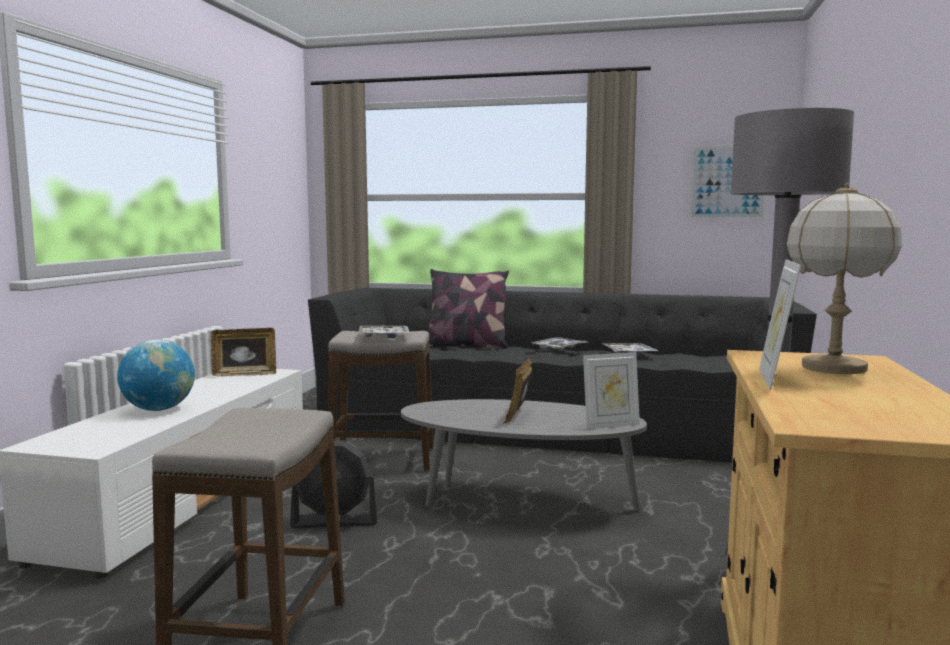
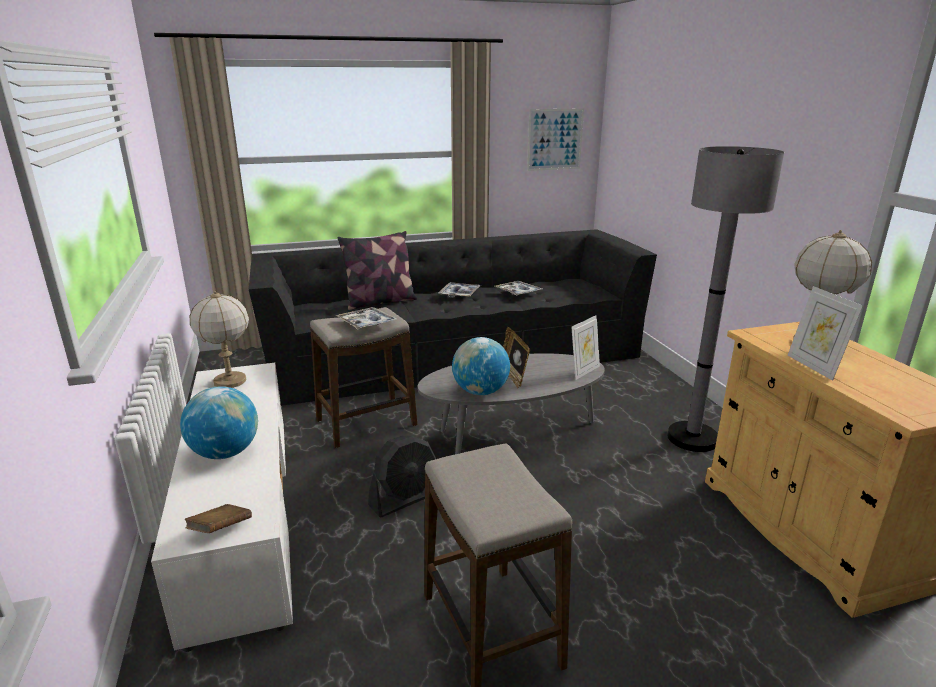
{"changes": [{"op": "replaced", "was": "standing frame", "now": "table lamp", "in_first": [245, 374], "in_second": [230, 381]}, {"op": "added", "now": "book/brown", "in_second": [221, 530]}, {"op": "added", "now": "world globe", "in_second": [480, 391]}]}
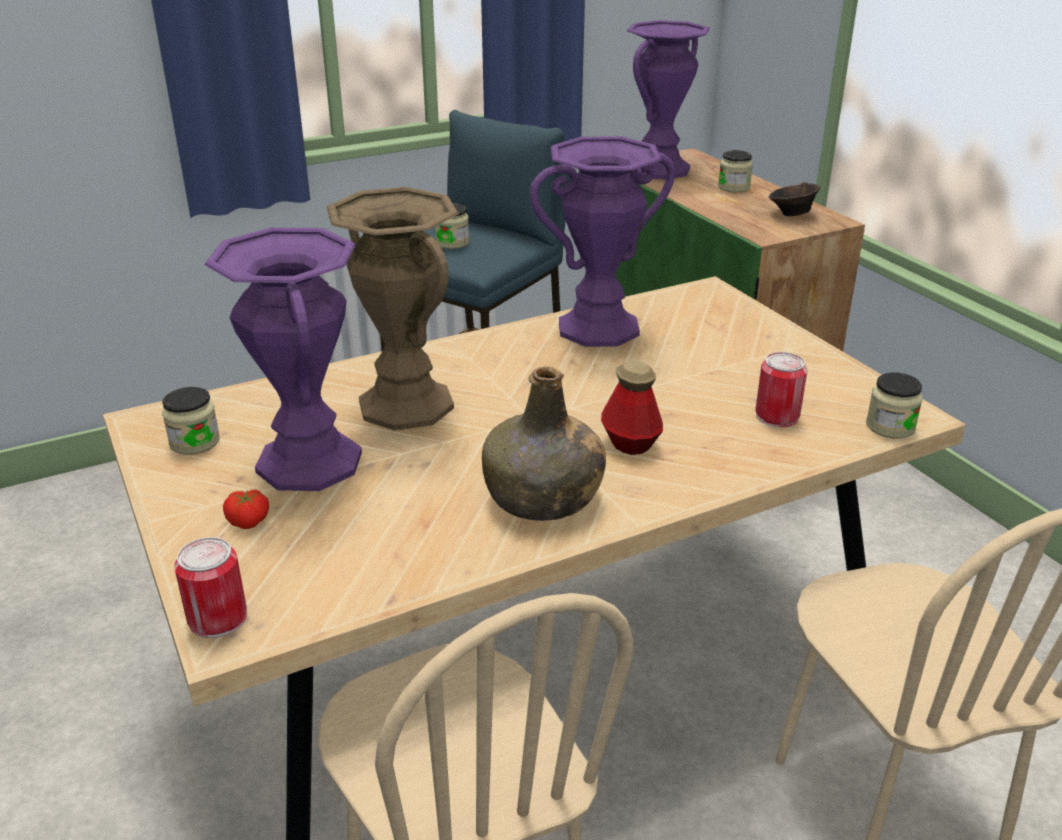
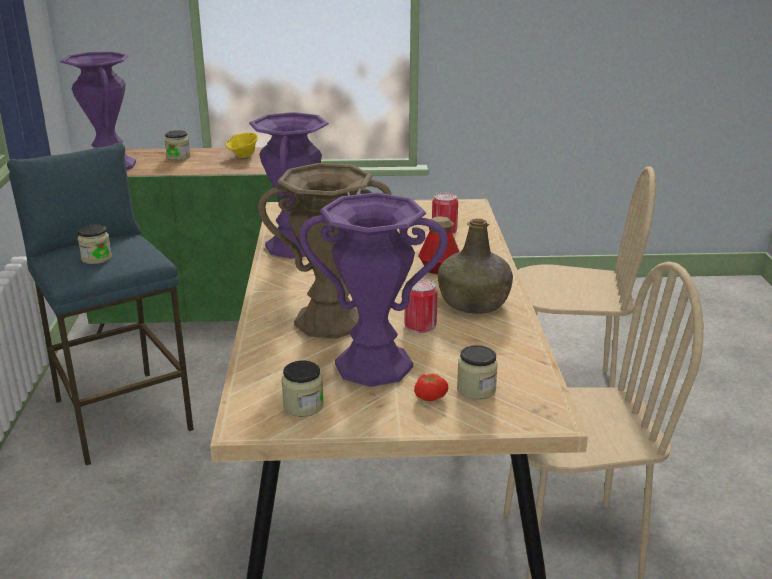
{"changes": [{"op": "moved", "was": "sealed can", "in_first": [217, 618], "in_second": [420, 325]}, {"op": "recoloured", "was": "bowl/brown", "now": "bowl/yellowish", "in_first": [791, 214], "in_second": [243, 156]}, {"op": "moved", "was": "preserve jar", "in_first": [890, 426], "in_second": [476, 389]}]}
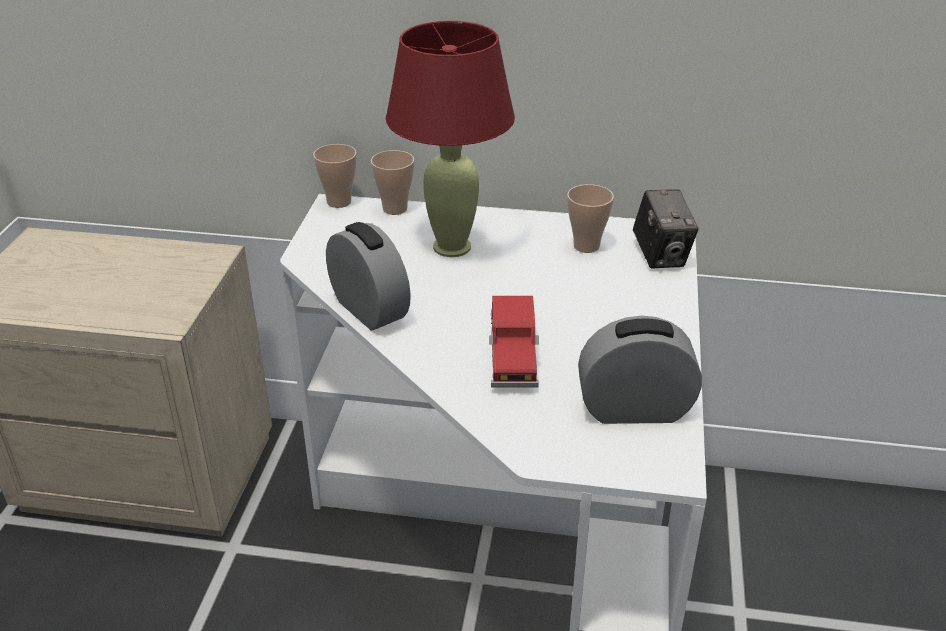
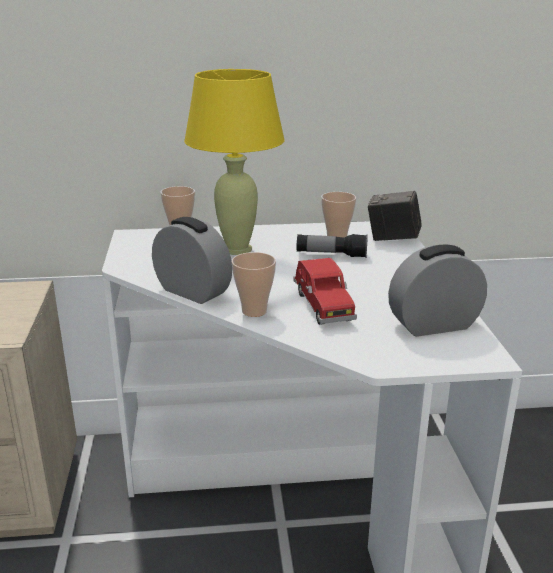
{"changes": [{"op": "moved", "was": "cup", "in_first": [339, 202], "in_second": [254, 311]}, {"op": "recoloured", "was": "table lamp/red-coloured", "now": "table lamp/yellowish", "in_first": [452, 247], "in_second": [237, 249]}, {"op": "turned", "was": "still camera", "in_first": [661, 256], "in_second": [393, 239], "clockwise": 135}, {"op": "added", "now": "hand torch", "in_second": [331, 255]}]}
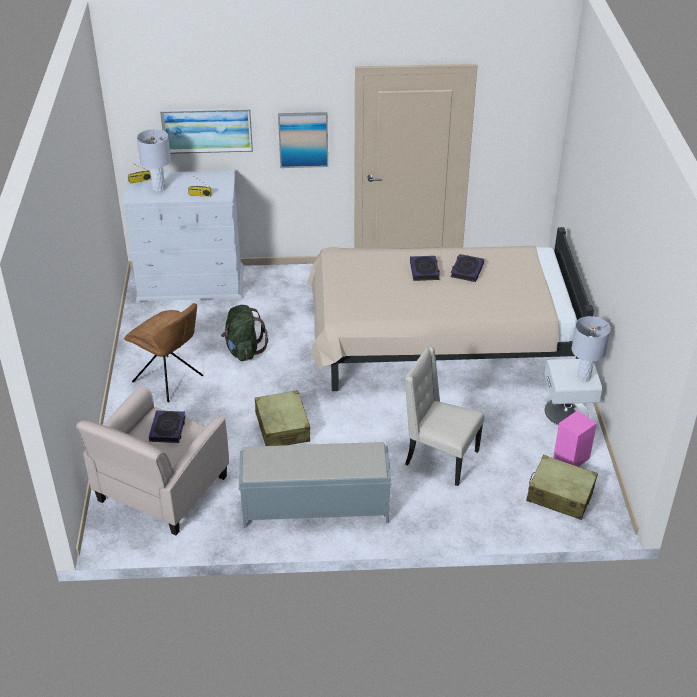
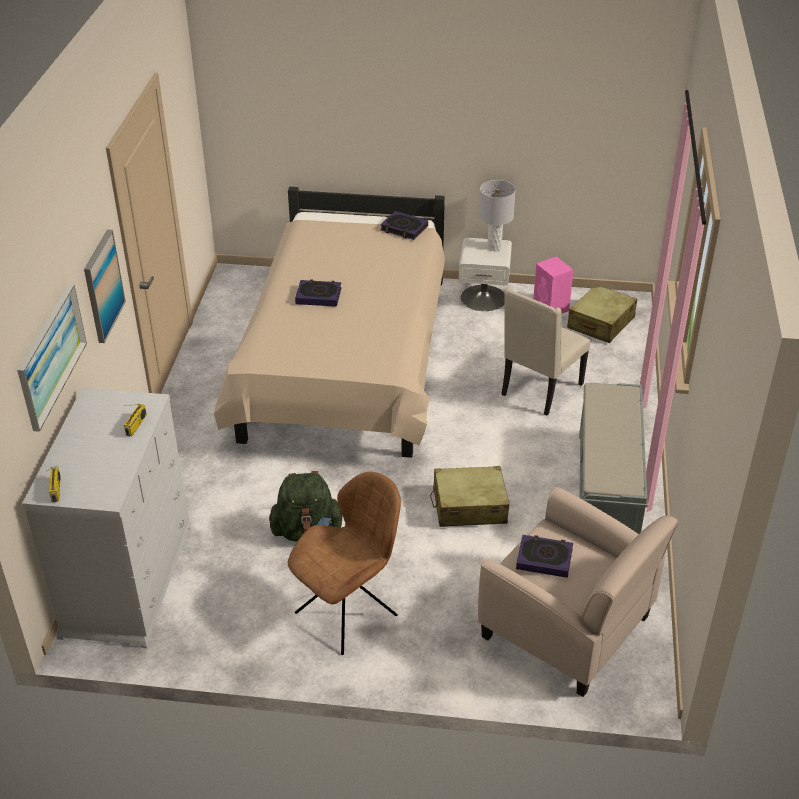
{"changes": [{"op": "removed", "was": "table lamp/gray", "in_first": [159, 188]}, {"op": "moved", "was": "book", "in_first": [467, 270], "in_second": [404, 228]}]}
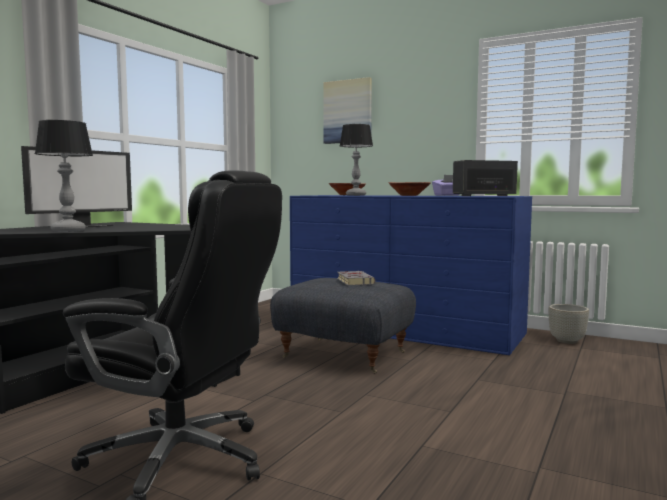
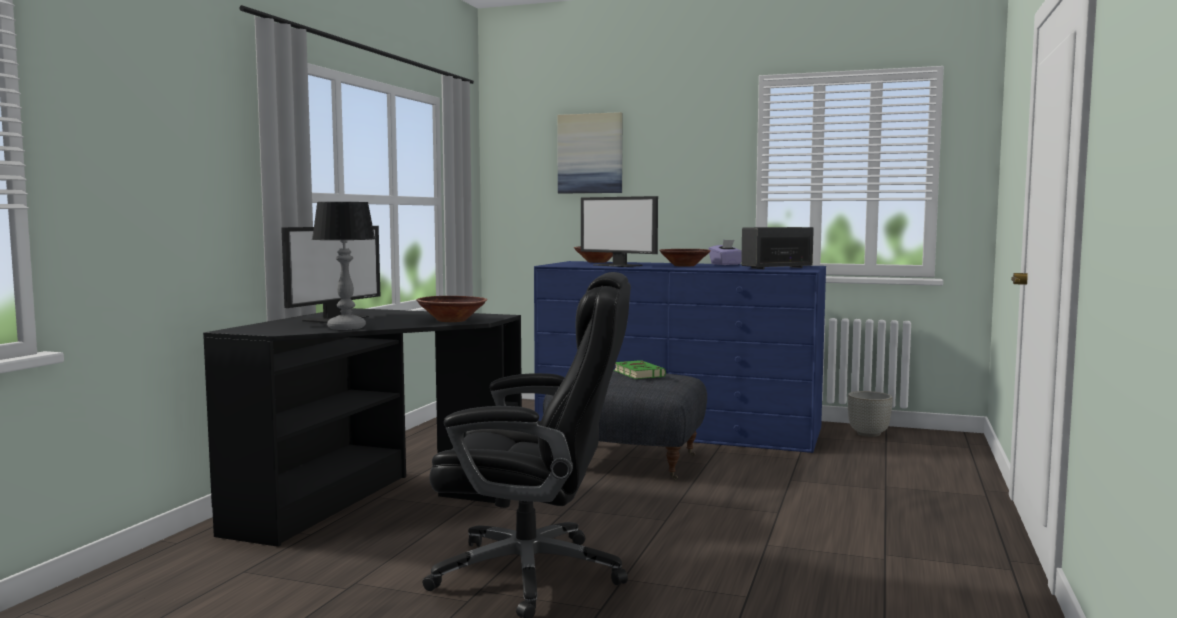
{"changes": [{"op": "recoloured", "was": "book/gray", "now": "book/green", "in_first": [354, 281], "in_second": [637, 373]}, {"op": "replaced", "was": "table lamp", "now": "computer screen", "in_first": [356, 195], "in_second": [618, 265]}, {"op": "added", "now": "bowl/brown", "in_second": [451, 320]}]}
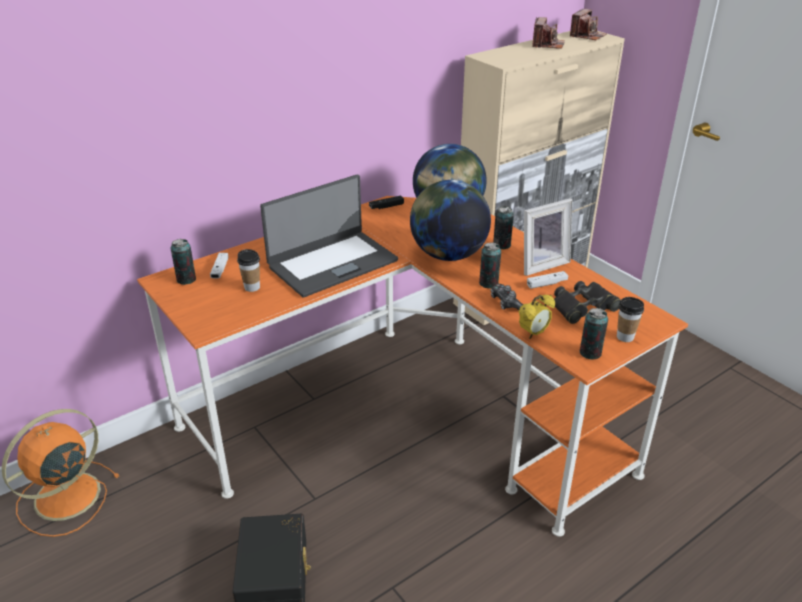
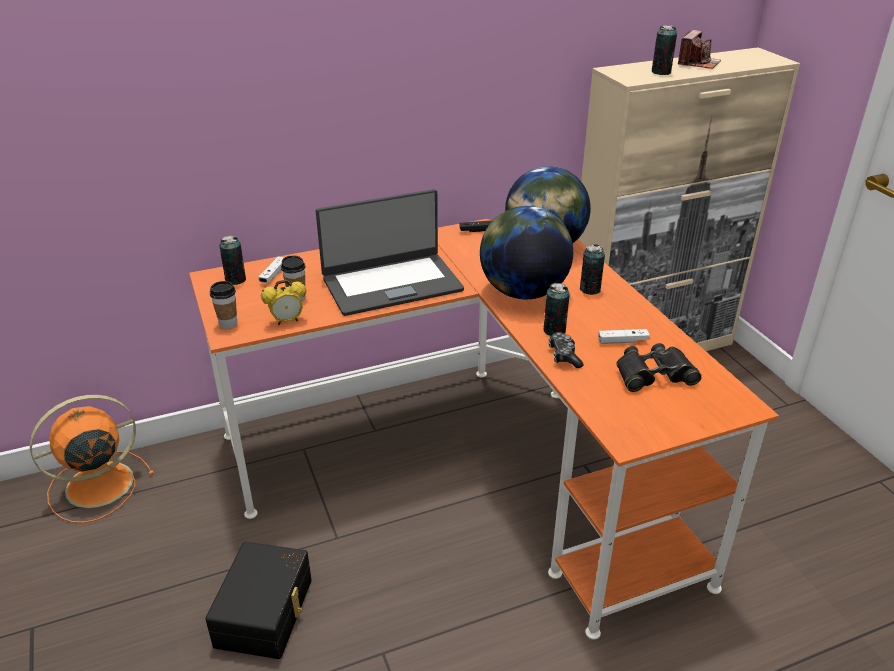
{"changes": [{"op": "moved", "was": "bedside clock", "in_first": [533, 333], "in_second": [287, 321]}, {"op": "removed", "was": "standing frame", "in_first": [541, 263]}, {"op": "removed", "was": "still camera", "in_first": [587, 36]}, {"op": "moved", "was": "sealed can", "in_first": [590, 353], "in_second": [661, 72]}, {"op": "moved", "was": "cup", "in_first": [625, 337], "in_second": [228, 324]}]}
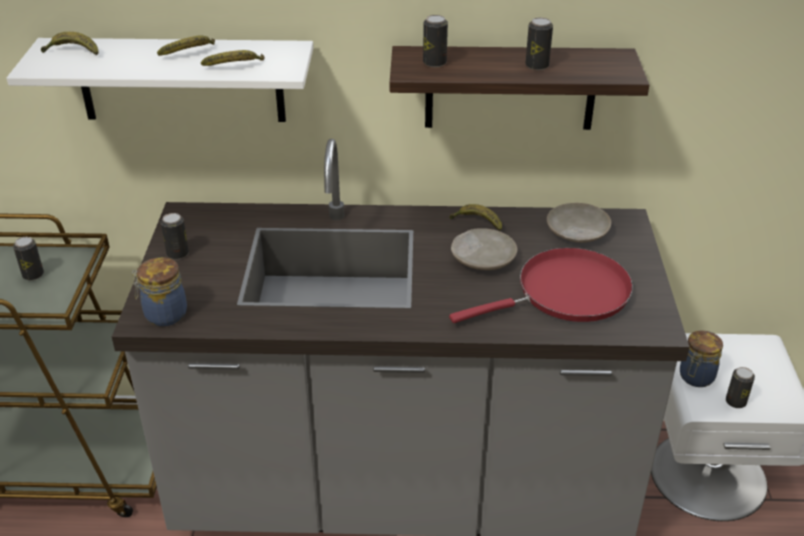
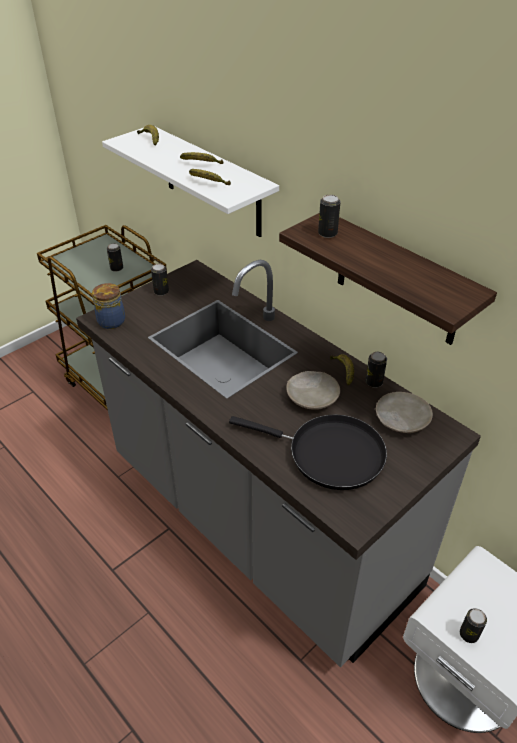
{"changes": [{"op": "recoloured", "was": "pan/red-coloured", "now": "pan/black", "in_first": [566, 294], "in_second": [329, 454]}, {"op": "moved", "was": "sealed can", "in_first": [537, 66], "in_second": [373, 382]}, {"op": "removed", "was": "preserve jar", "in_first": [695, 377]}]}
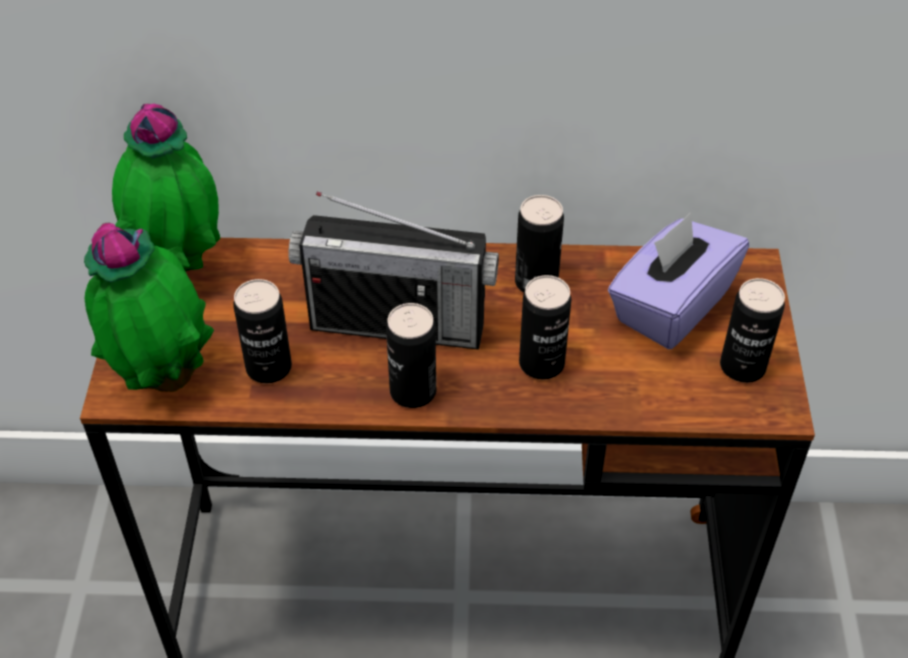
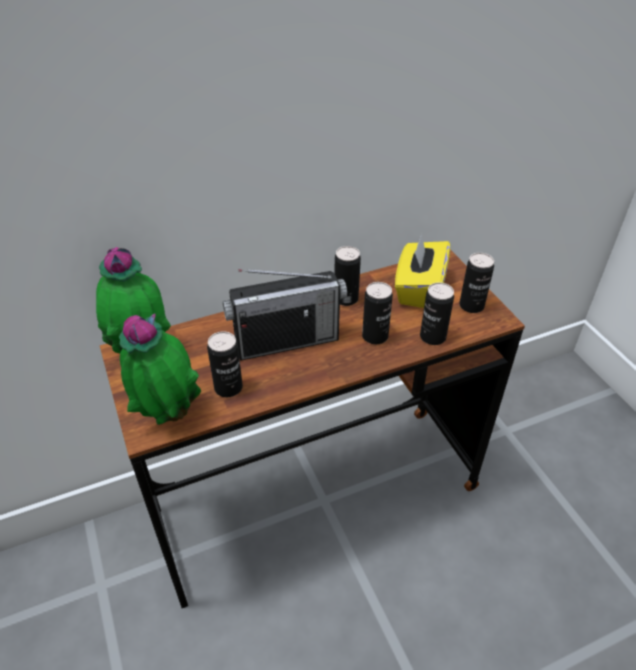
{"changes": [{"op": "moved", "was": "sealed can", "in_first": [413, 391], "in_second": [432, 337]}, {"op": "recoloured", "was": "tissue holder/purple", "now": "tissue holder/yellowish", "in_first": [670, 306], "in_second": [419, 289]}]}
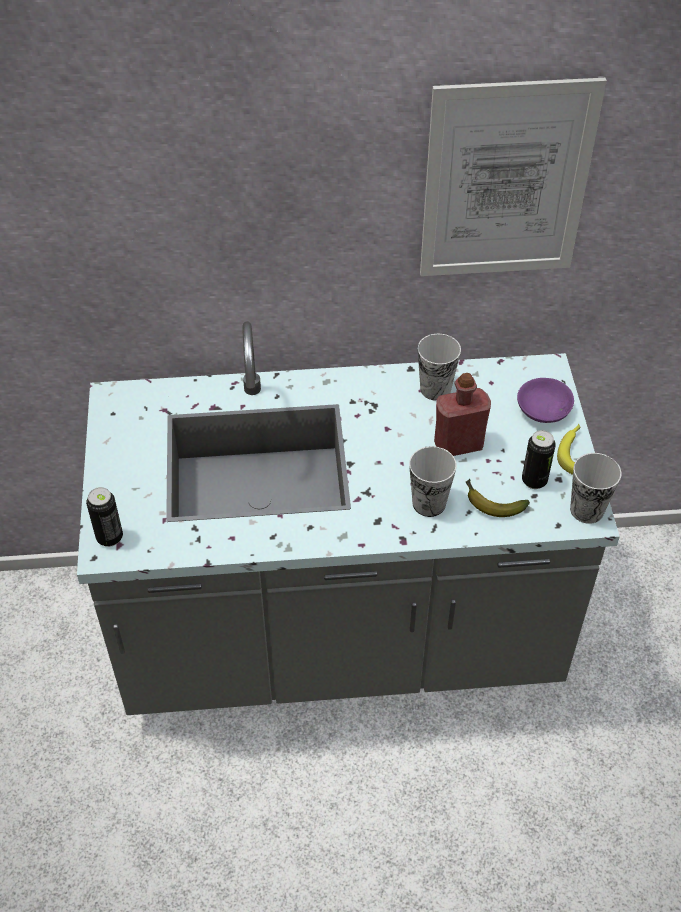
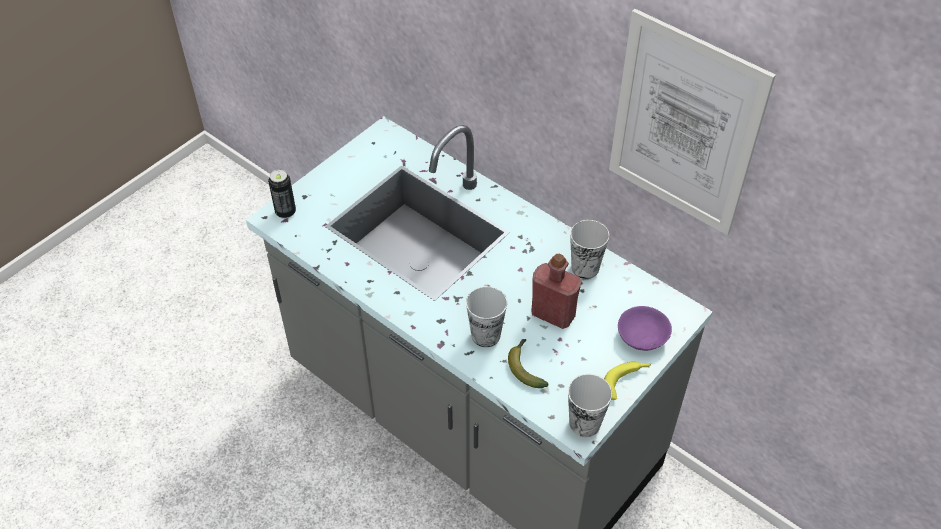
{"changes": [{"op": "removed", "was": "sealed can", "in_first": [534, 480]}]}
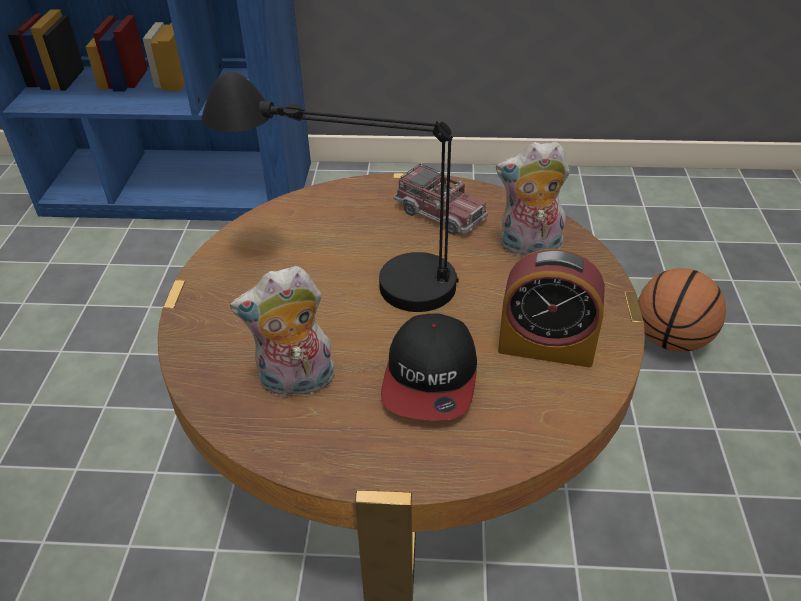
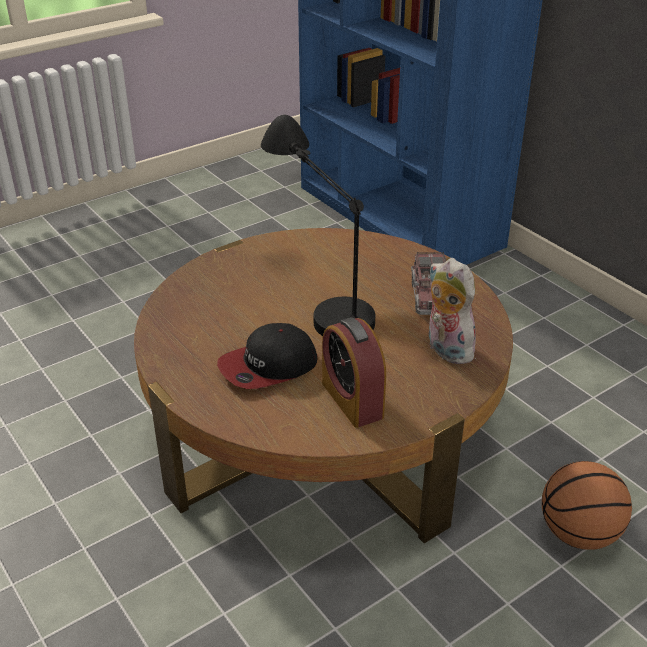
{"changes": [{"op": "removed", "was": "plush toy", "in_first": [295, 383]}]}
